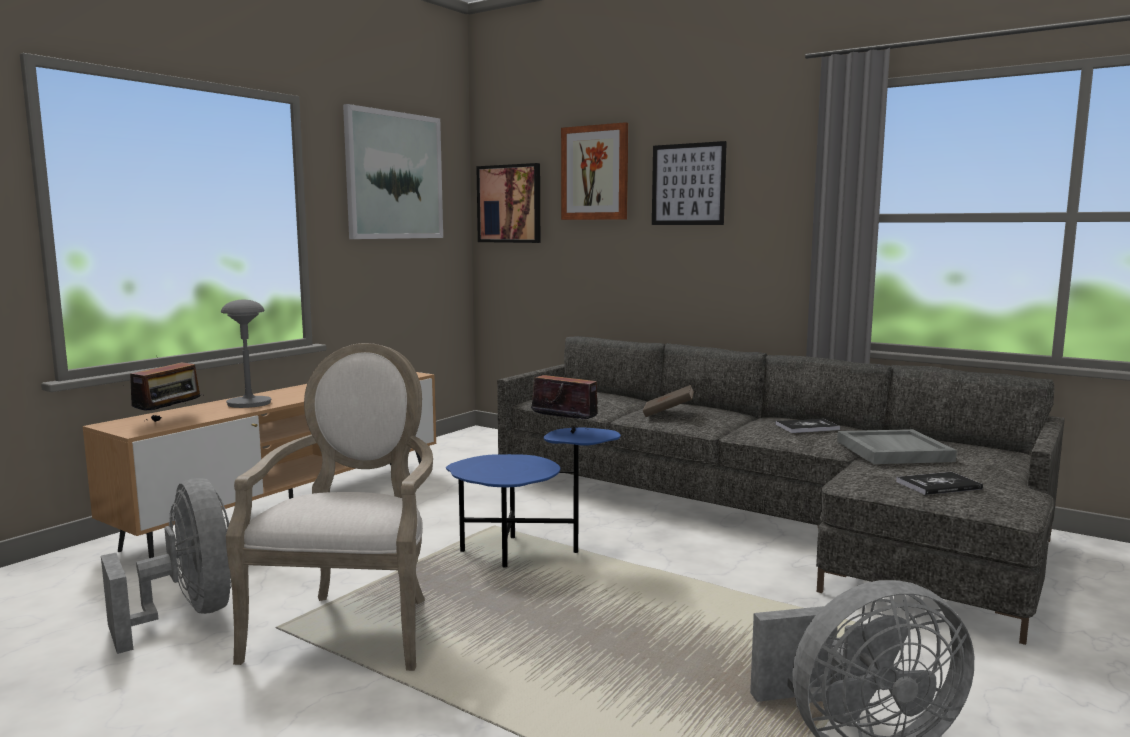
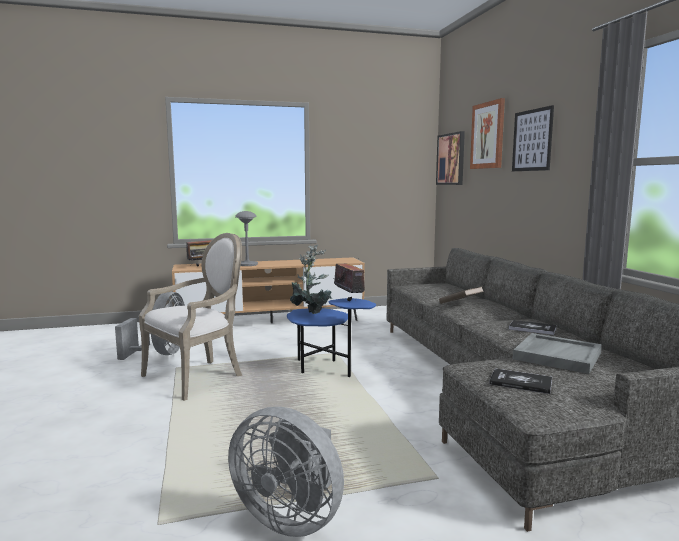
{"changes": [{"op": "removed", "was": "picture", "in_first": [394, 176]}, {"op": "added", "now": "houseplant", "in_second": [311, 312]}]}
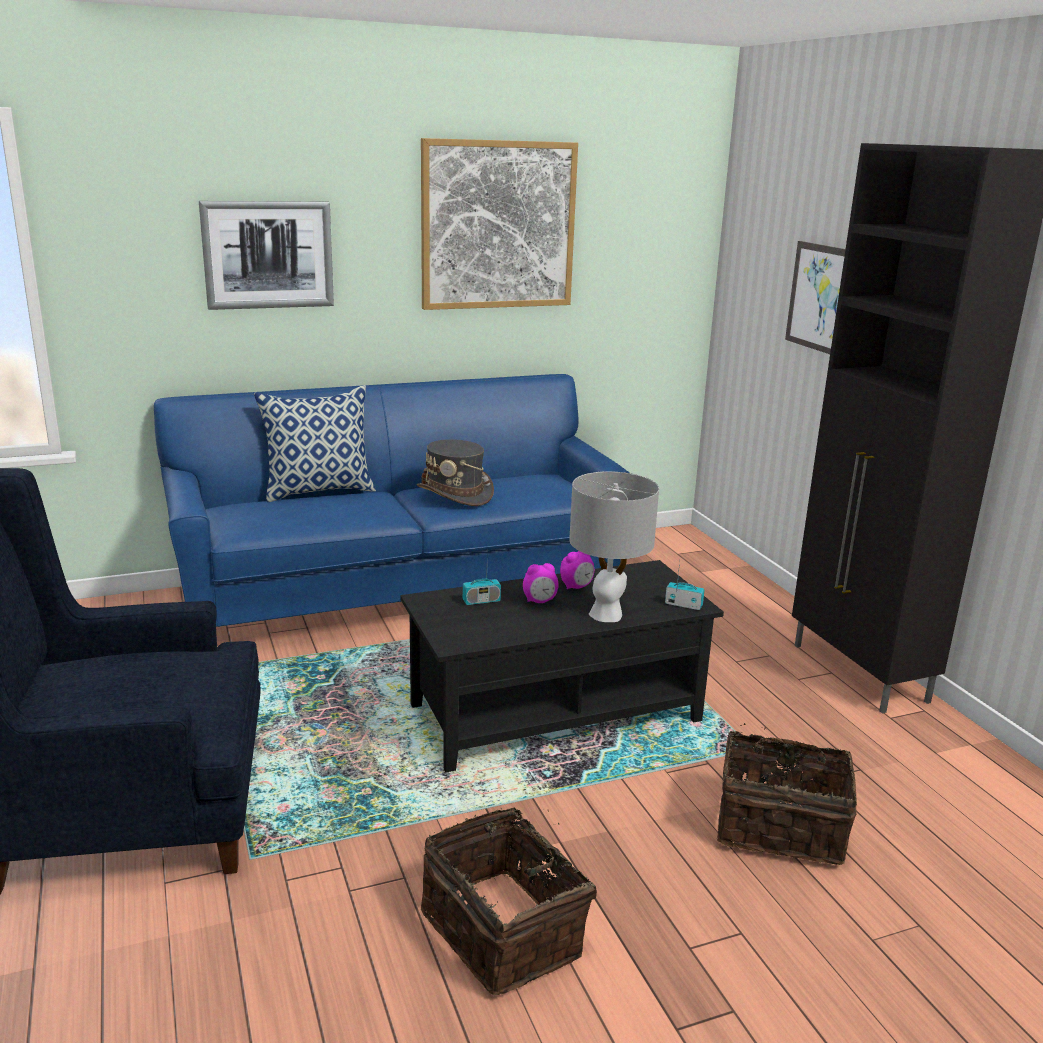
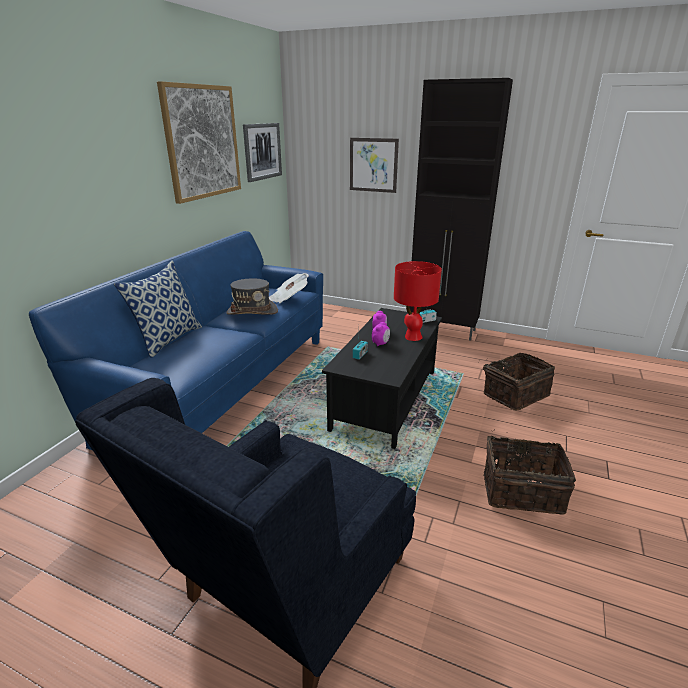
{"changes": [{"op": "moved", "was": "picture", "in_first": [268, 255], "in_second": [262, 151]}, {"op": "recoloured", "was": "table lamp/gray", "now": "table lamp/red-coloured", "in_first": [606, 614], "in_second": [413, 336]}, {"op": "added", "now": "newspaper", "in_second": [288, 298]}]}
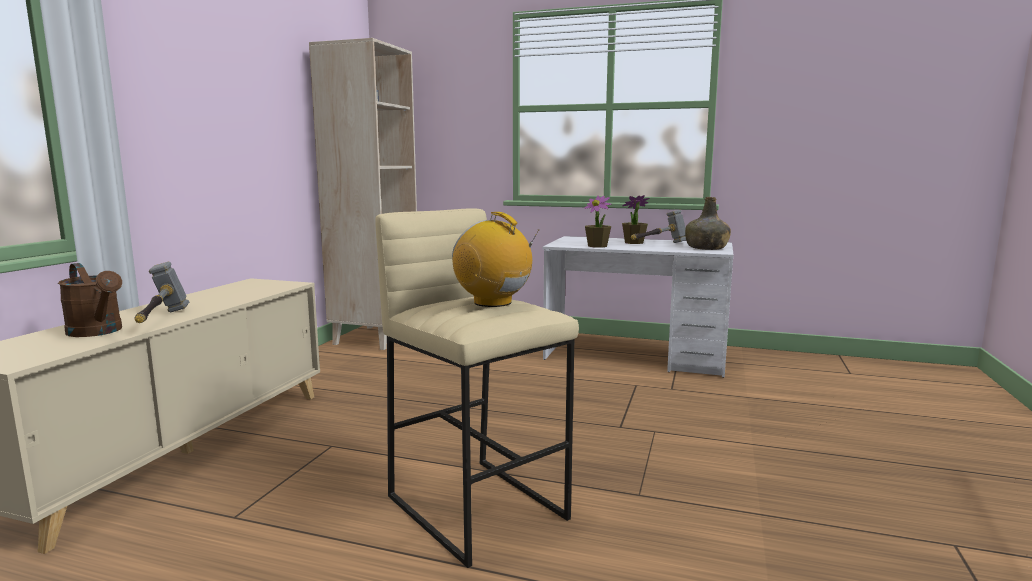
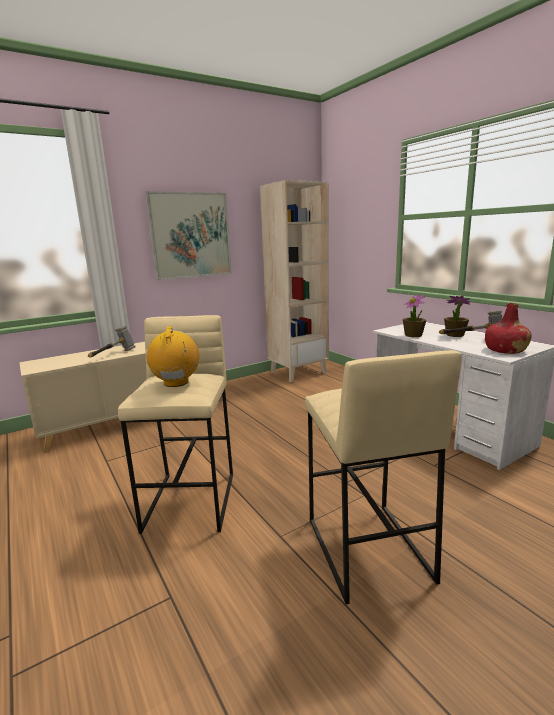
{"changes": [{"op": "removed", "was": "sprinkling can/brown", "in_first": [98, 332]}, {"op": "recoloured", "was": "beverage bottle/green", "now": "beverage bottle/red-coloured", "in_first": [706, 248], "in_second": [505, 350]}, {"op": "added", "now": "picture", "in_second": [190, 235]}, {"op": "added", "now": "stool seat/sand-coloured", "in_second": [366, 549]}]}
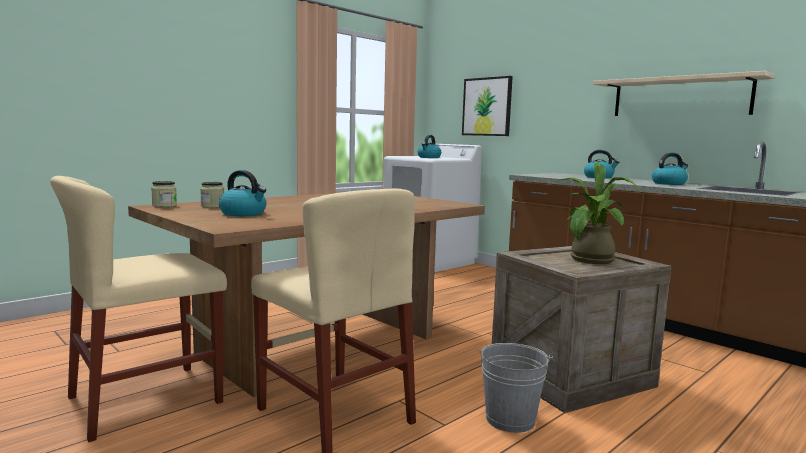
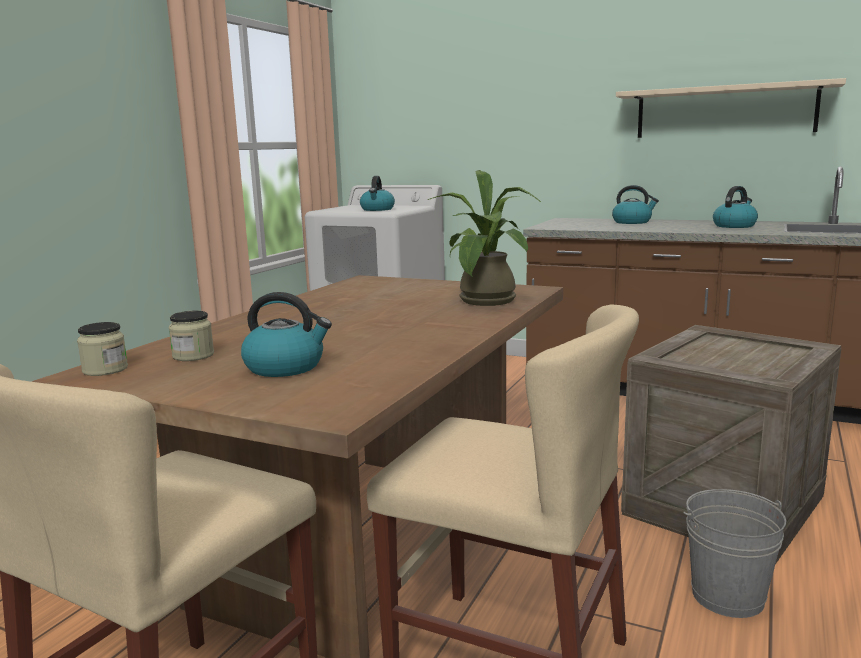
{"changes": [{"op": "removed", "was": "picture", "in_first": [487, 107]}, {"op": "moved", "was": "houseplant", "in_first": [590, 261], "in_second": [486, 302]}]}
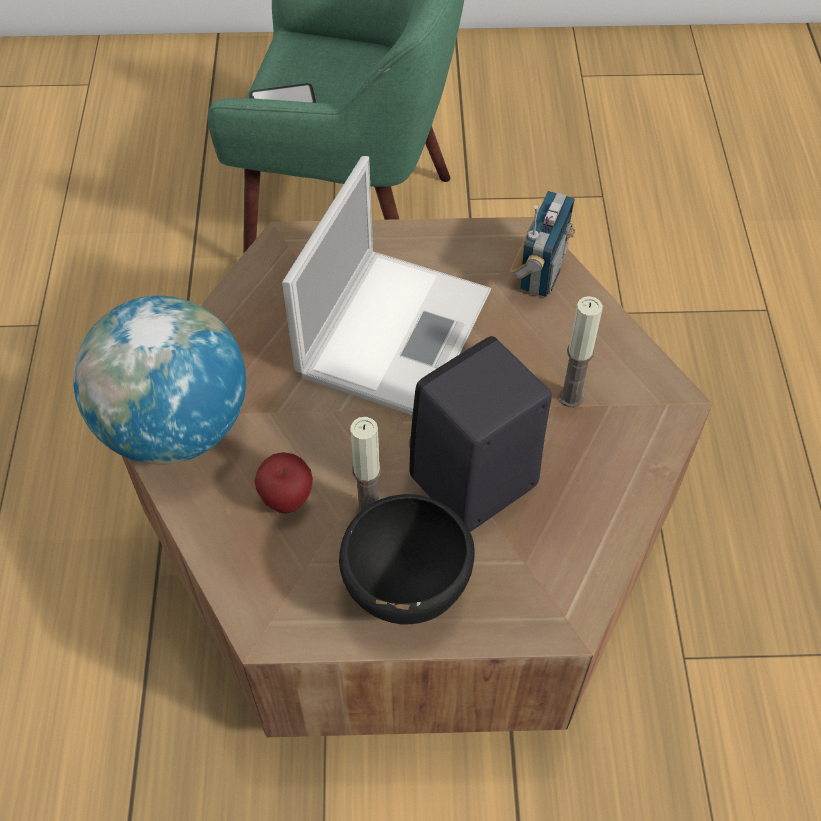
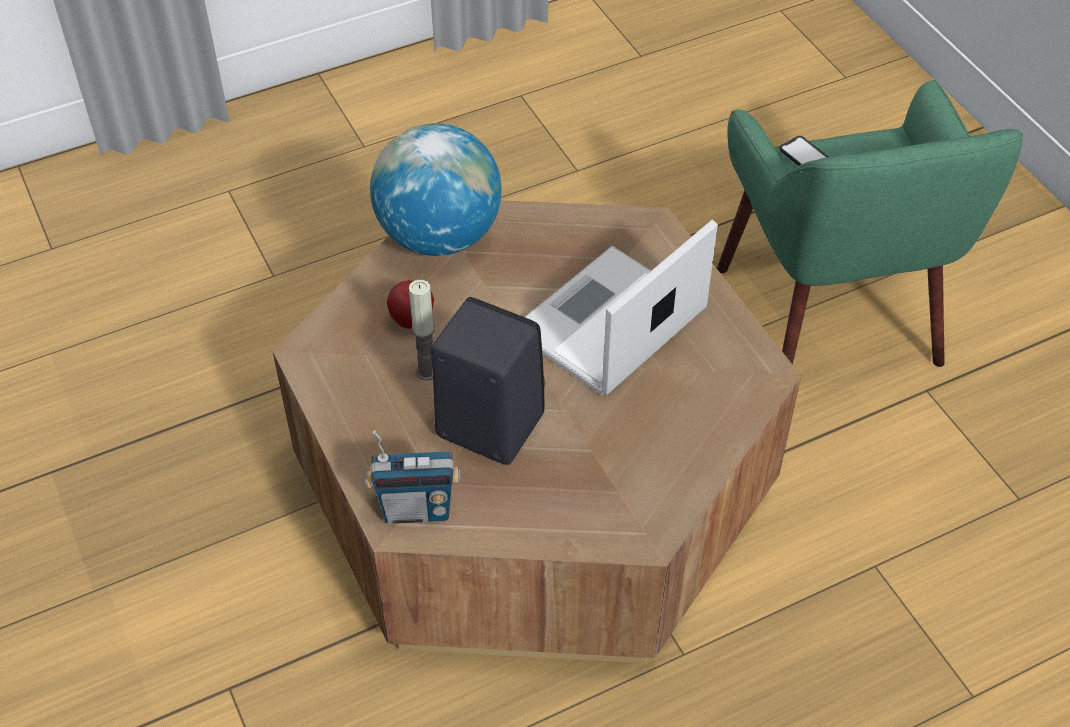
{"changes": [{"op": "turned", "was": "notebook computer", "in_first": [395, 329], "in_second": [608, 324], "clockwise": 135}, {"op": "removed", "was": "bowl/black", "in_first": [406, 591]}, {"op": "moved", "was": "radio set", "in_first": [540, 273], "in_second": [416, 509]}, {"op": "removed", "was": "candle", "in_first": [571, 397]}]}
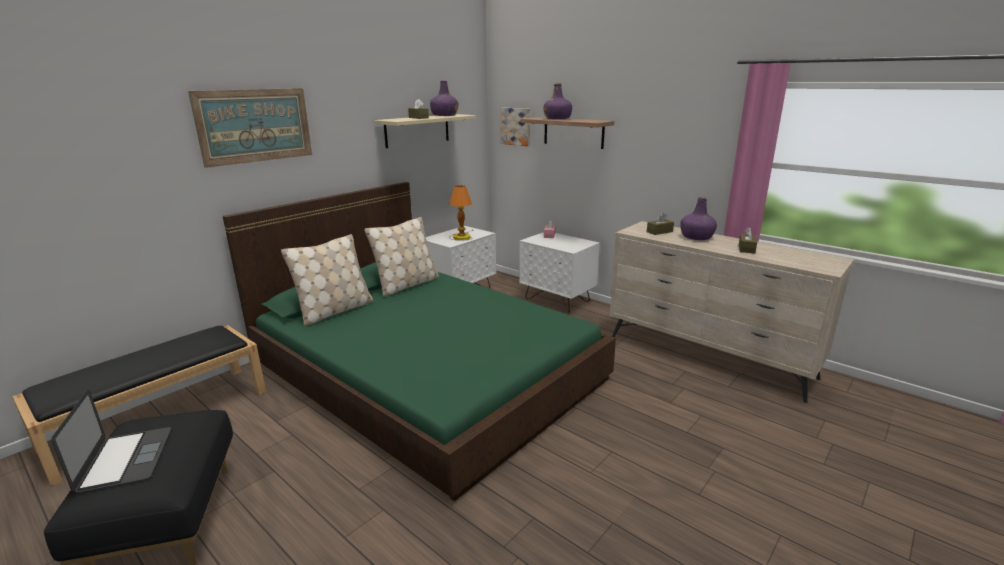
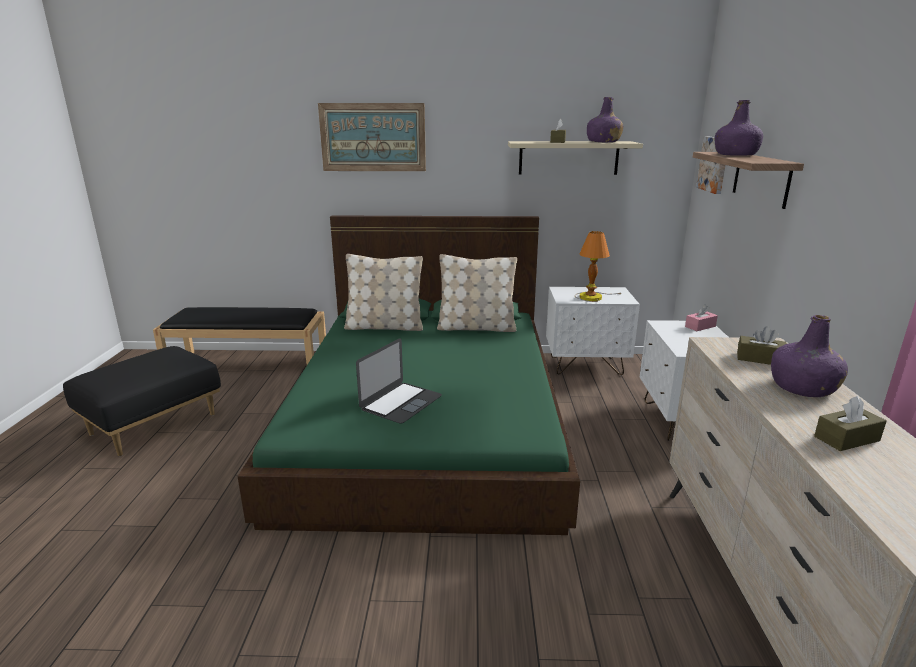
{"changes": [{"op": "moved", "was": "notebook computer", "in_first": [125, 459], "in_second": [401, 402]}]}
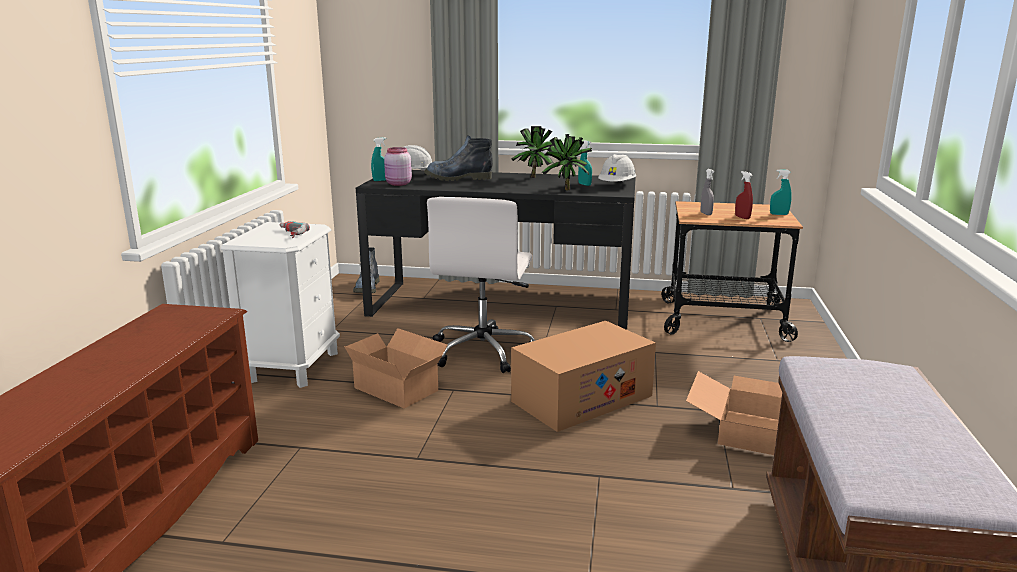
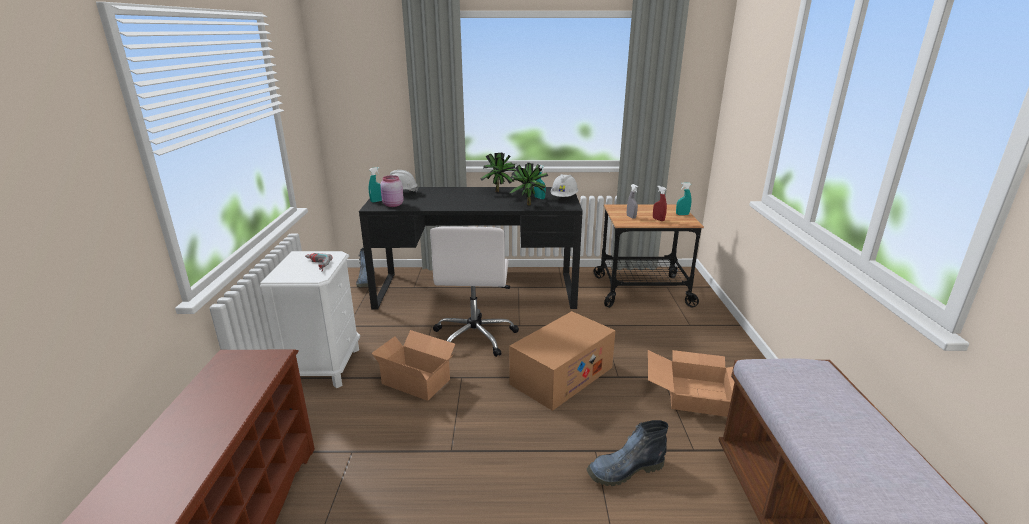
{"changes": [{"op": "moved", "was": "boot", "in_first": [457, 179], "in_second": [624, 470]}]}
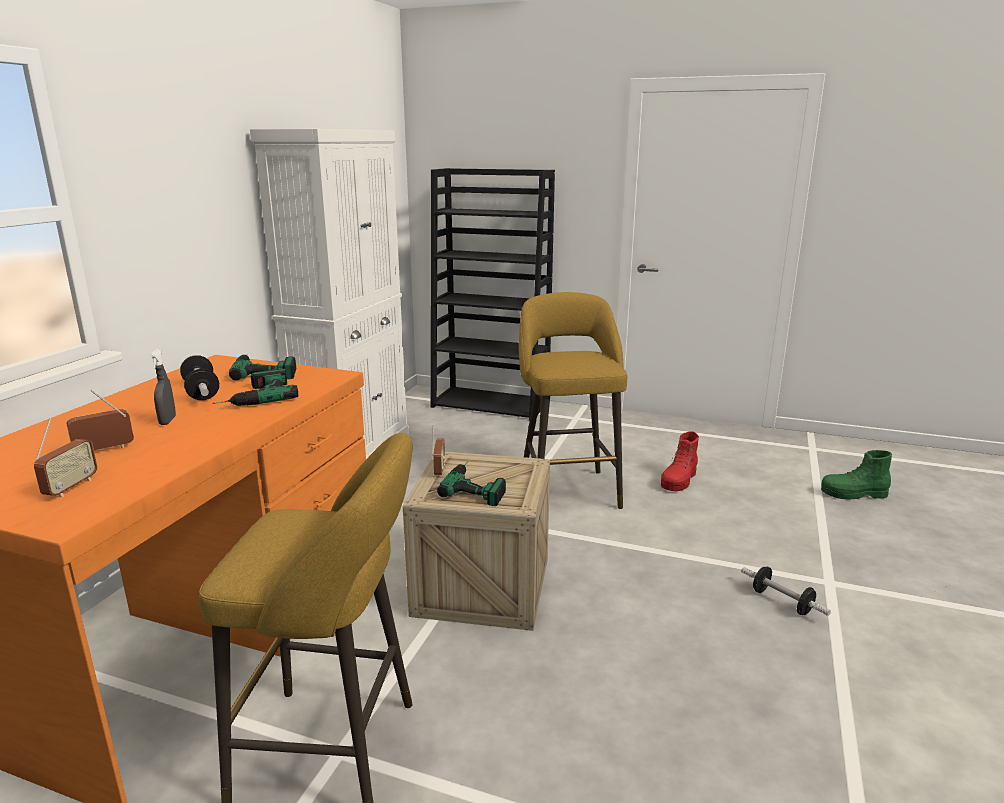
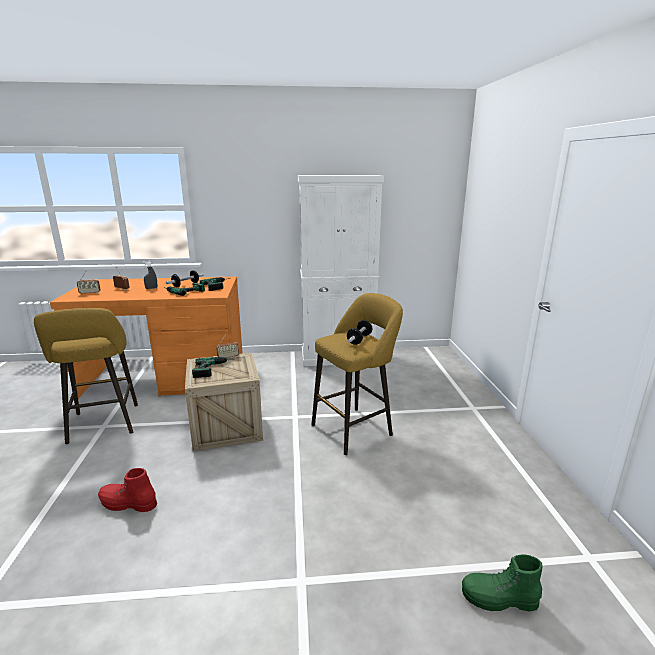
{"changes": [{"op": "removed", "was": "shelving unit/black", "in_first": [491, 404]}, {"op": "moved", "was": "boot/red-coloured", "in_first": [679, 481], "in_second": [128, 504]}, {"op": "moved", "was": "hand weight", "in_first": [782, 602], "in_second": [359, 339]}, {"op": "turned", "was": "boot/green", "in_first": [853, 494], "in_second": [499, 599], "clockwise": -60}]}
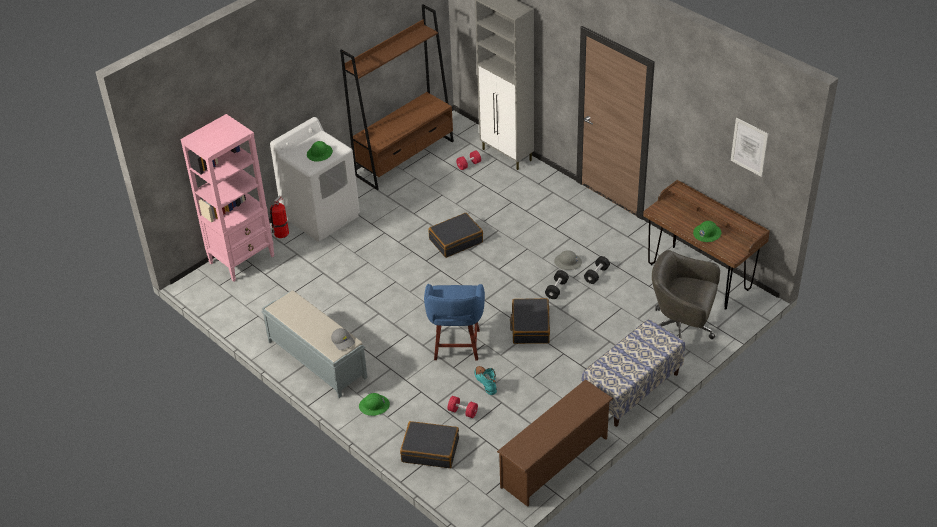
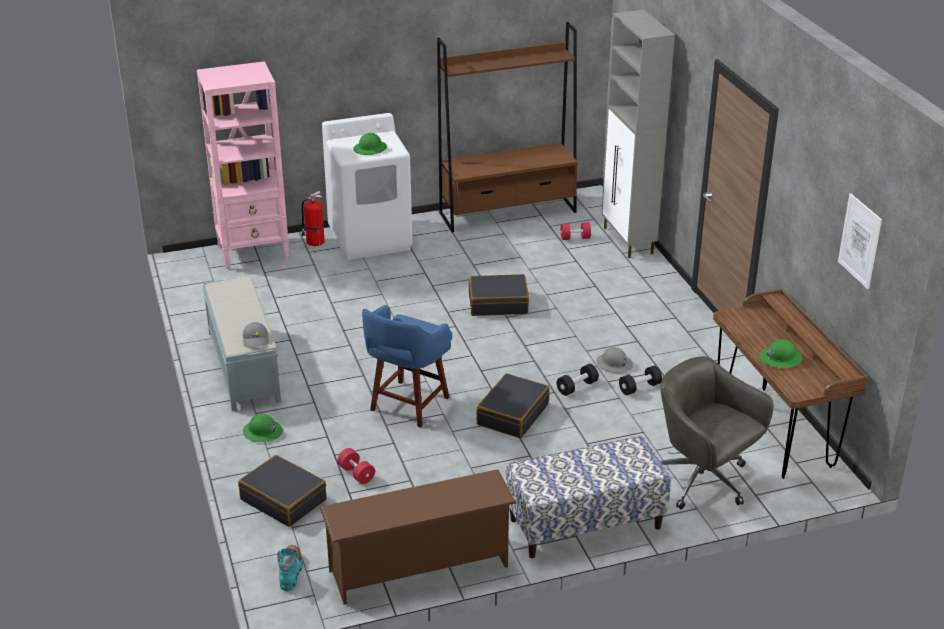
{"changes": [{"op": "moved", "was": "boot/turquoise", "in_first": [486, 382], "in_second": [291, 572]}]}
